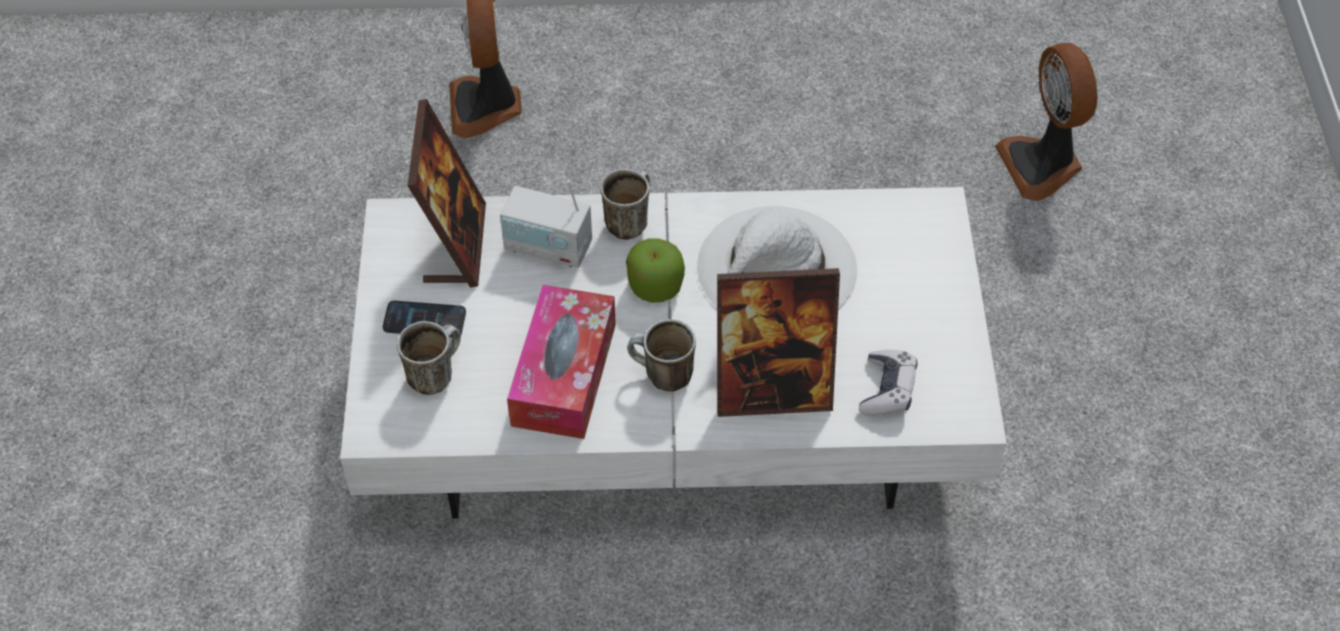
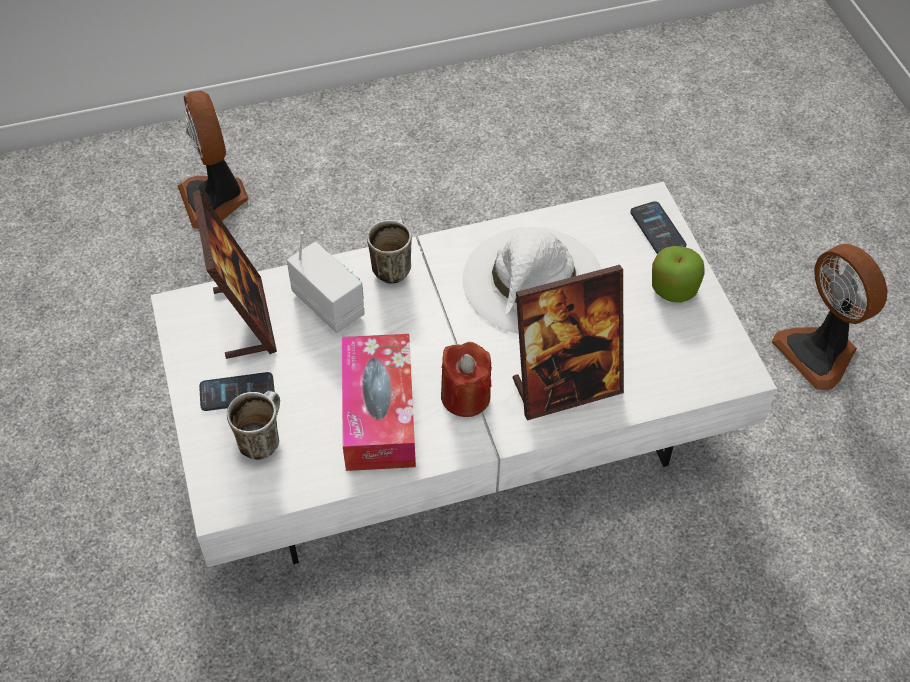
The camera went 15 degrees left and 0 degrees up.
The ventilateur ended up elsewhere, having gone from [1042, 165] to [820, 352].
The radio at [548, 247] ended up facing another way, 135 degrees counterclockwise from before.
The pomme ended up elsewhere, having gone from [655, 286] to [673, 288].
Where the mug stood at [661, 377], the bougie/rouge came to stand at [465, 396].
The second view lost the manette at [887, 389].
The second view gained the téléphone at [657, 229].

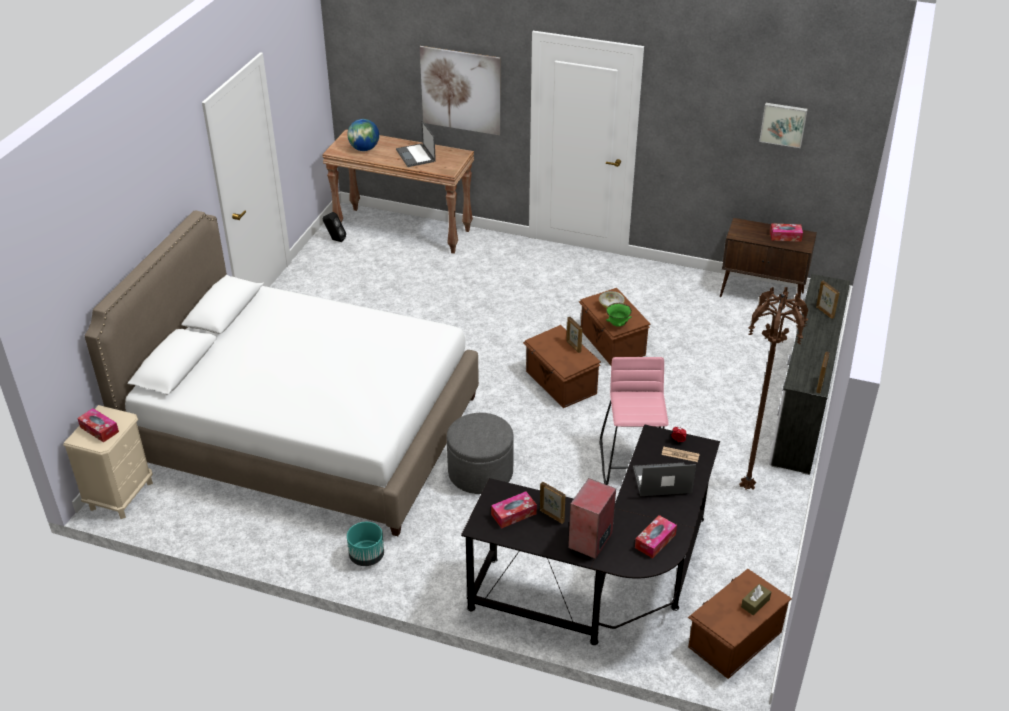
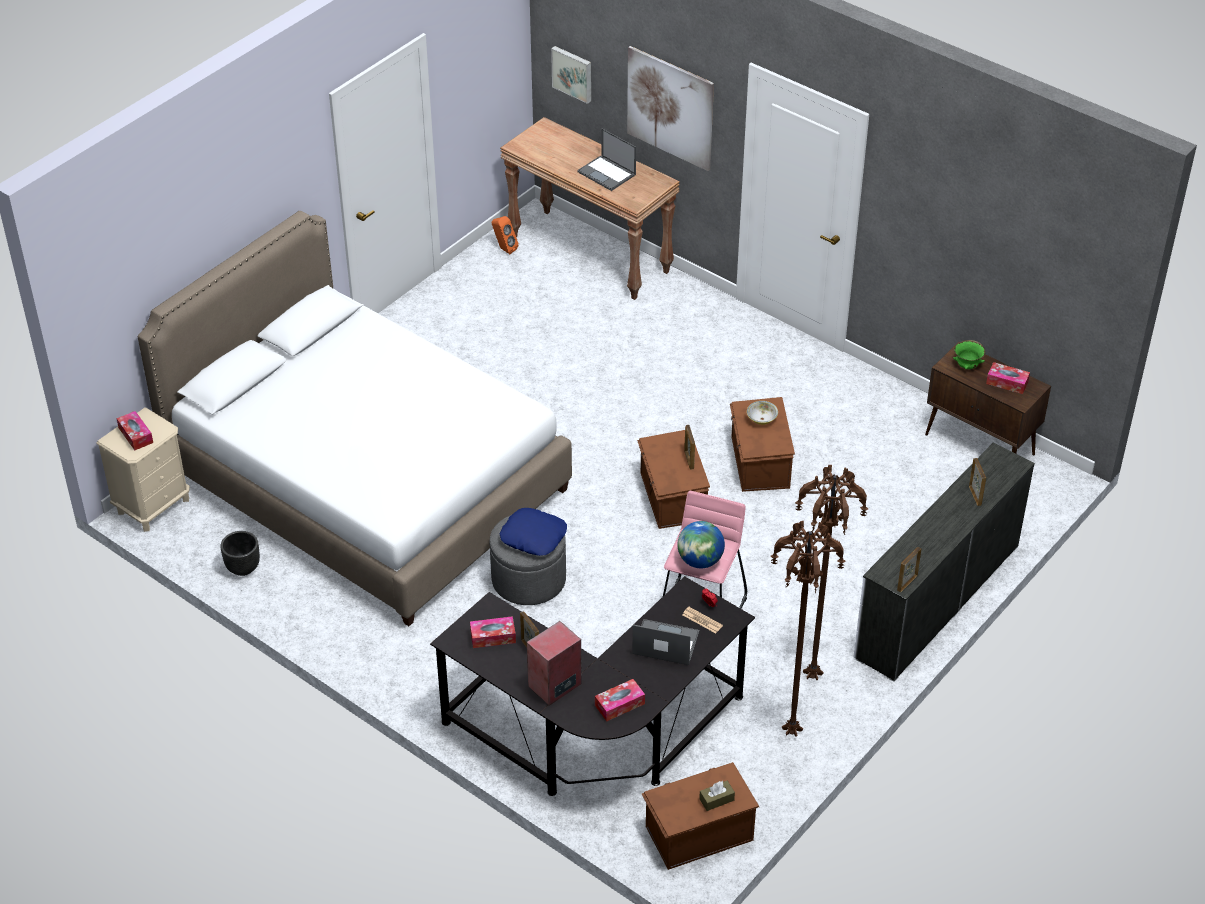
The camera went 20 degrees right and 5 degrees up.
The tableau ended up elsewhere, having gone from [783, 124] to [573, 73].
The globe ended up elsewhere, having gone from [364, 149] to [700, 561].
The ordinateur portable at [416, 156] ended up facing another way, 45 degrees counterclockwise from before.
What was the enceinte/noir at [335, 240] turned into the enceinte/orange at [504, 249].
The bol/vert ended up elsewhere, having gone from [618, 324] to [967, 366].
The second view lost the cache-pot/turquoise at [366, 556].
The second view gained the coussin/bleu at [533, 536].
The second view gained the lampadaire/marron at [789, 732].
The second view gained the cache-pot/noir at [242, 568].

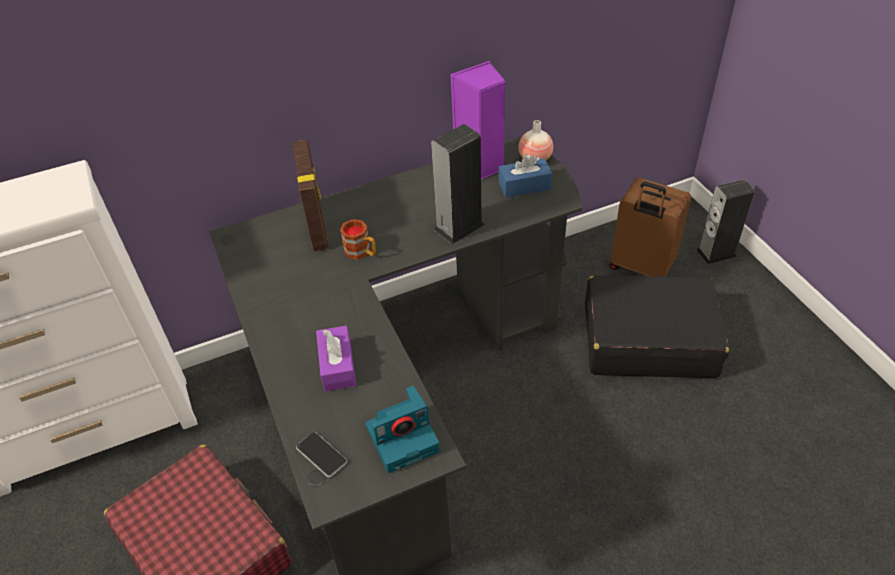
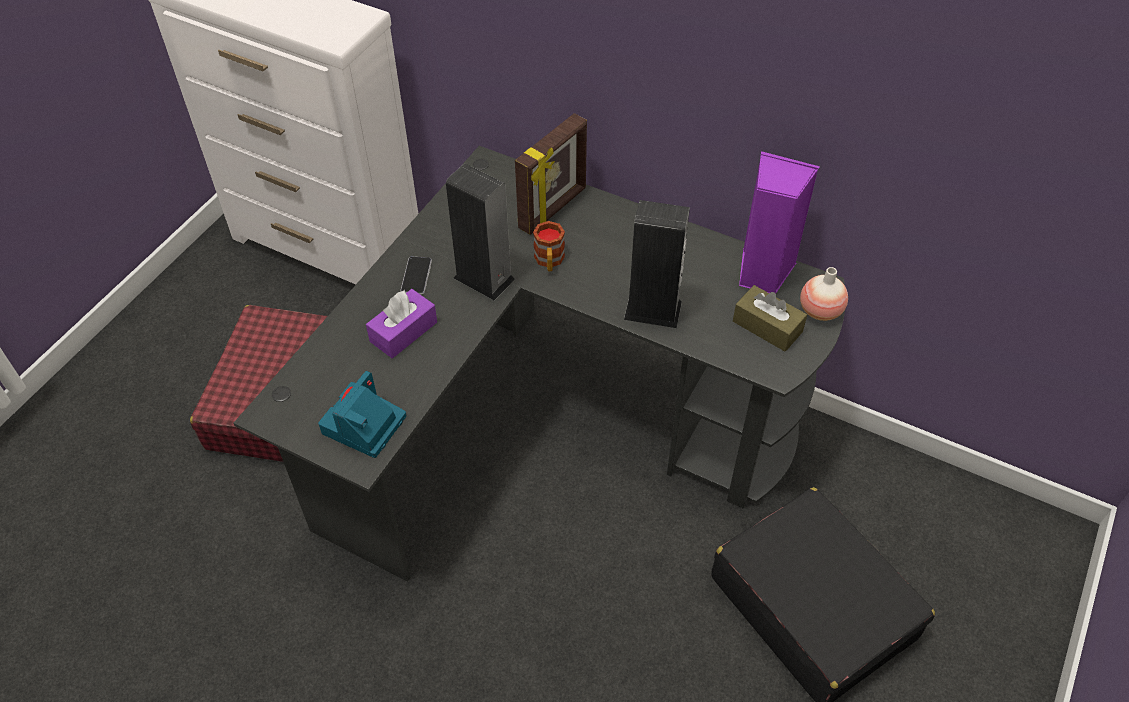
The camera went 50 degrees right and 5 degrees up.
What was the boîte à mouchoirs/bleu at [524, 186] turned into the boîte à mouchoirs/marron at [767, 326].
The second view lost the valise/marron at [640, 267].
The enceinte ended up elsewhere, having gone from [716, 253] to [484, 278].
The appareil photo at [403, 437] ended up facing another way, 90 degrees clockwise from before.
The téléphone ended up elsewhere, having gone from [321, 454] to [416, 276].

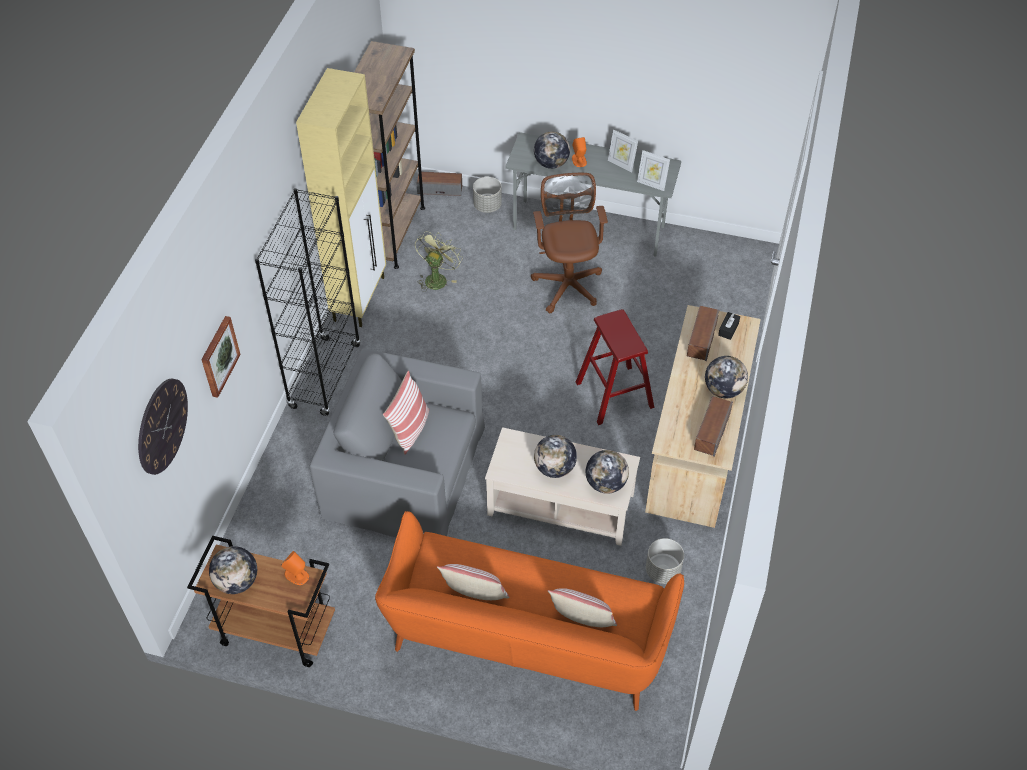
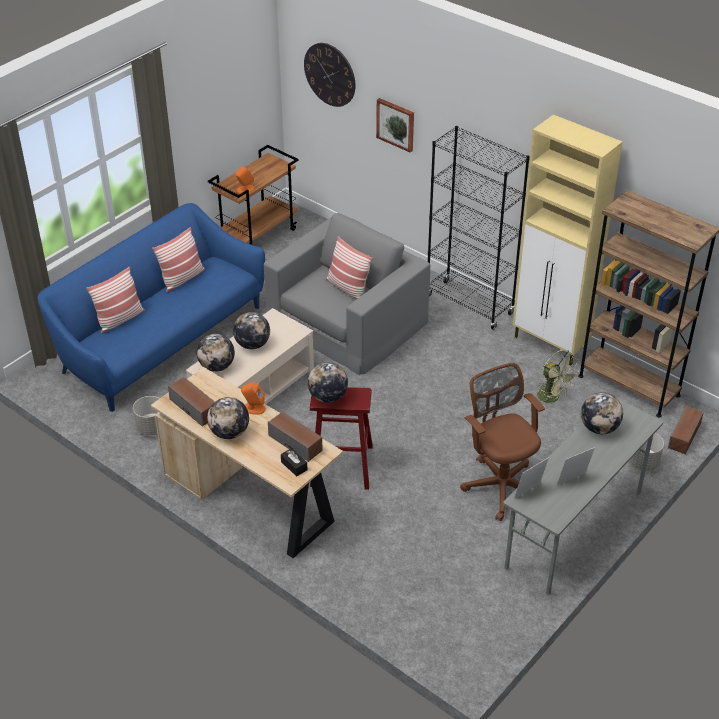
The camera went 115 degrees right and 10 degrees down.
The enceinte/orange ended up elsewhere, having gone from [579, 160] to [254, 408].
The chaise de bureau/marron at [567, 283] ended up facing another way, 135 degrees counterclockwise from before.
What was the canapé/orange at [526, 638] turned into the canapé/bleu at [160, 339].
The globe ended up elsewhere, having gone from [237, 582] to [328, 397].

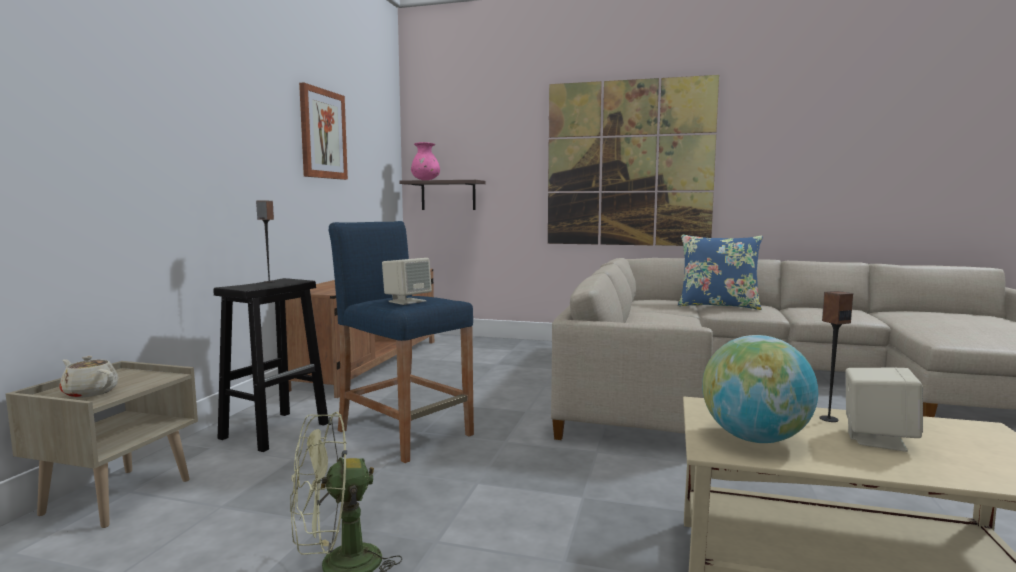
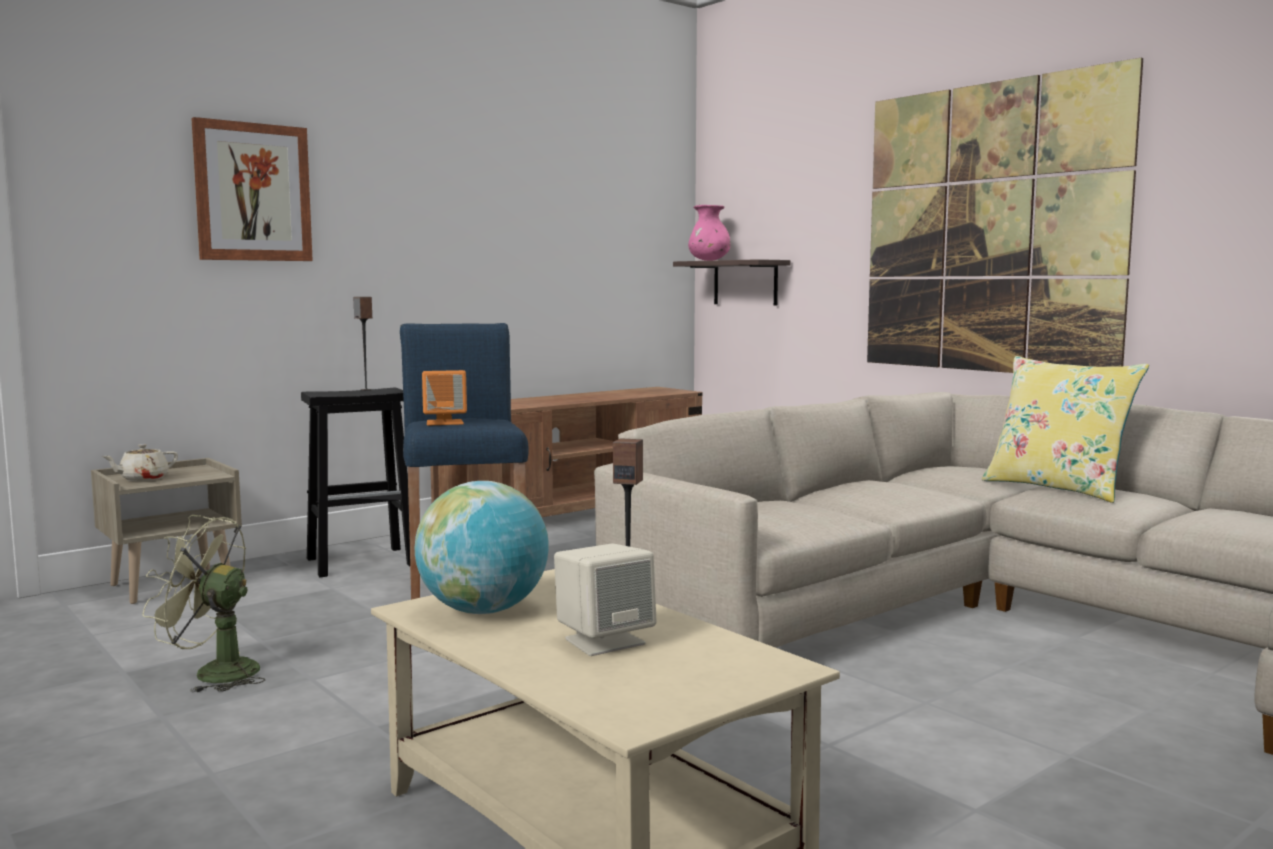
The camera went 35 degrees right and 0 degrees up.
The tableau ended up elsewhere, having gone from [322, 134] to [253, 192].
What was the coussin/bleu at [718, 305] turned into the coussin/jaune at [1057, 488].
What was the enceinte/beige at [407, 301] turned into the enceinte/orange at [445, 422].
The théière/beige at [90, 392] ended up facing another way, 105 degrees counterclockwise from before.

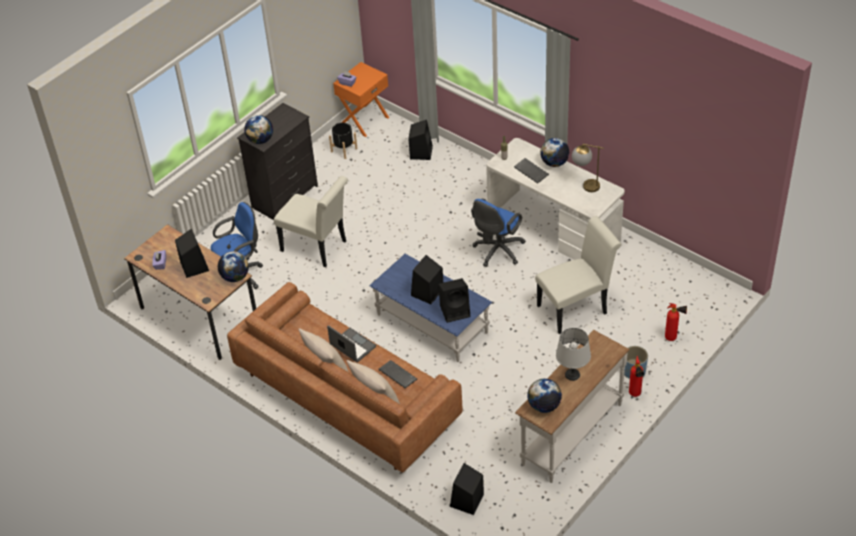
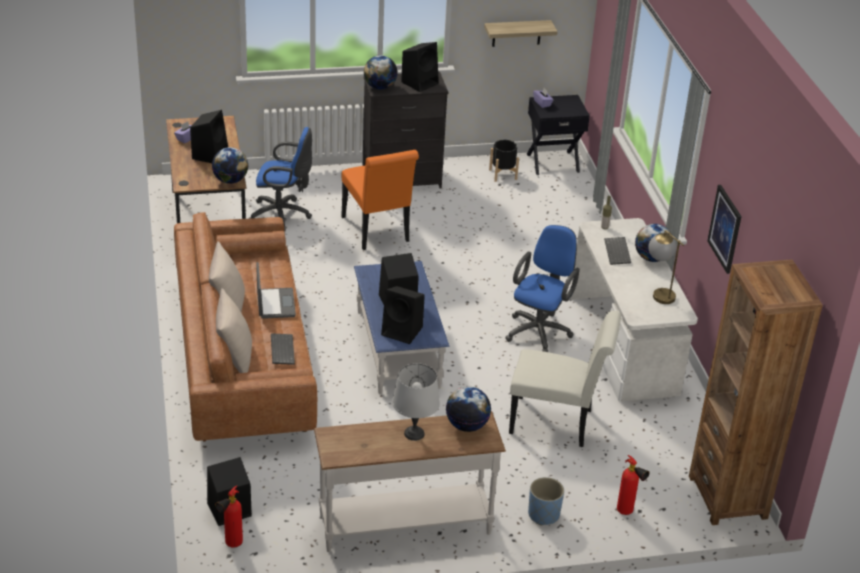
The camera went 35 degrees right and 10 degrees down.
What was the table de chevet/orange at [364, 120] turned into the table de chevet/noir at [552, 162].
The enceinte/noir ended up elsewhere, having gone from [421, 152] to [420, 82].
What was the chaise/blanc at [317, 247] turned into the chaise/orange at [377, 232].
The chaise de bureau/bleu at [497, 252] ended up facing another way, 135 degrees clockwise from before.
The extincteur ended up elsewhere, having gone from [635, 395] to [231, 545].
The globe ended up elsewhere, having gone from [544, 406] to [467, 425].
The second view gained the étagère at [516, 33].
The second view gained the tableau at [725, 228].
The second view gained the bibliothèque/marron at [728, 497].

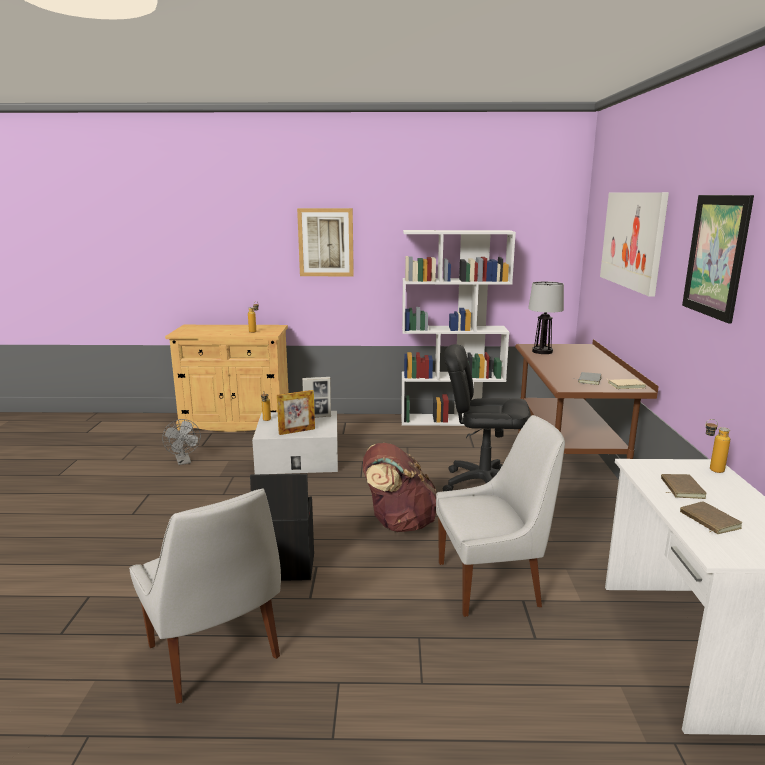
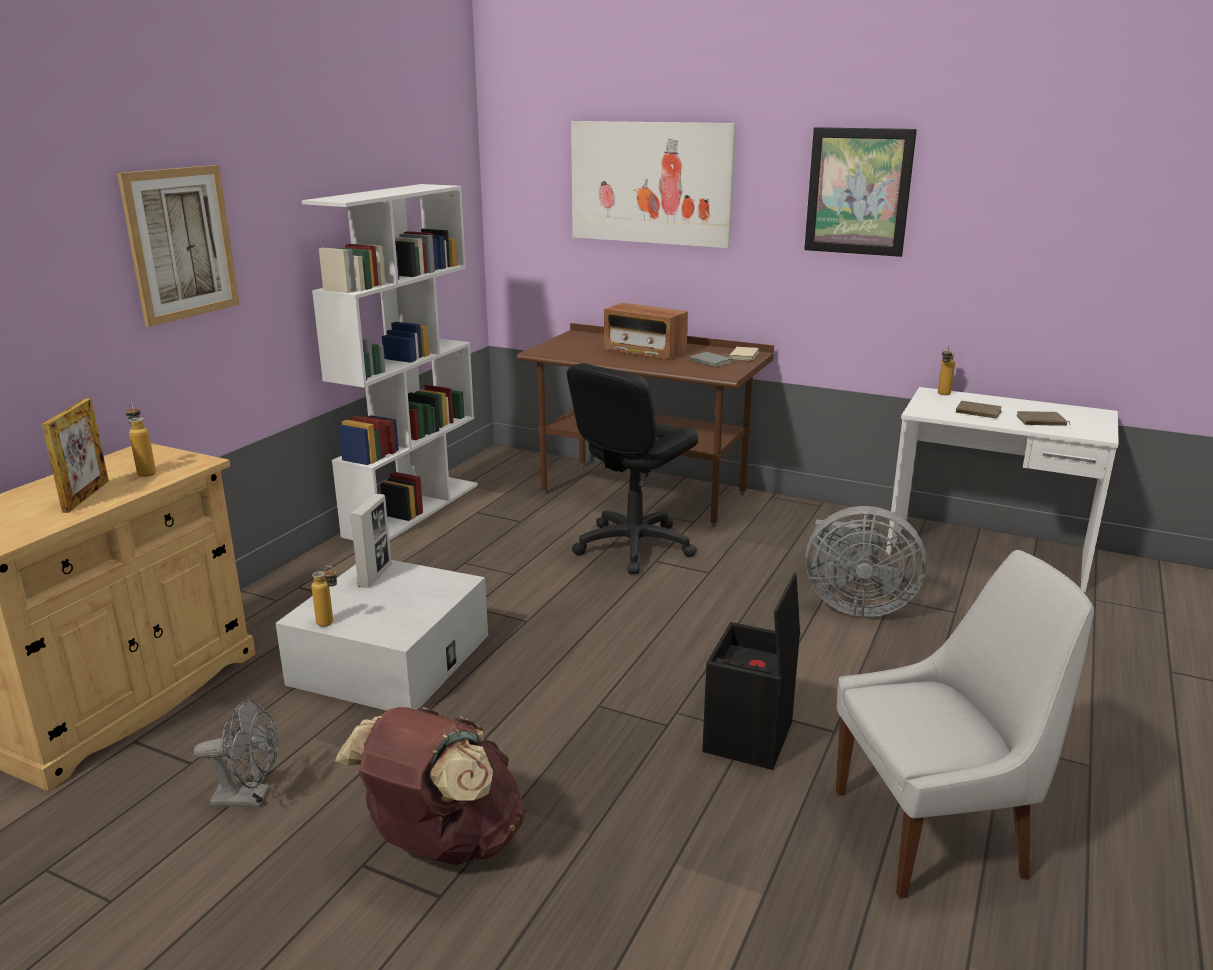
The camera went 65 degrees left and 5 degrees up.
The second view lost the lampe de table at [542, 351].
The cadre photo ended up elsewhere, having gone from [297, 431] to [86, 496].
Where the chaise/blanc stood at [492, 583], the ventilateur/gris came to stand at [854, 605].
The sac à dos/marron ended up elsewhere, having gone from [398, 523] to [442, 844].
The second view gained the radio at [644, 351].

